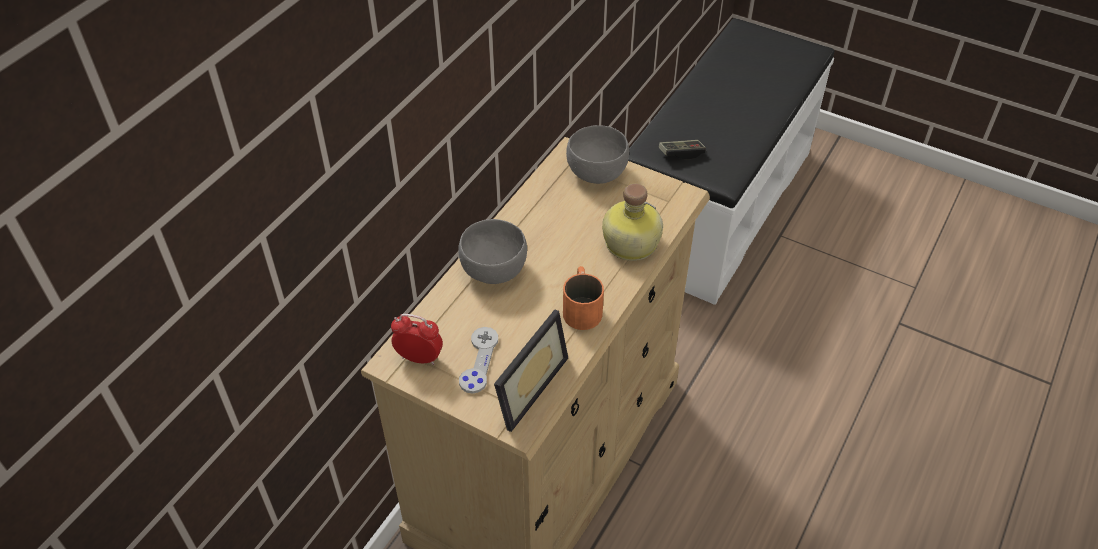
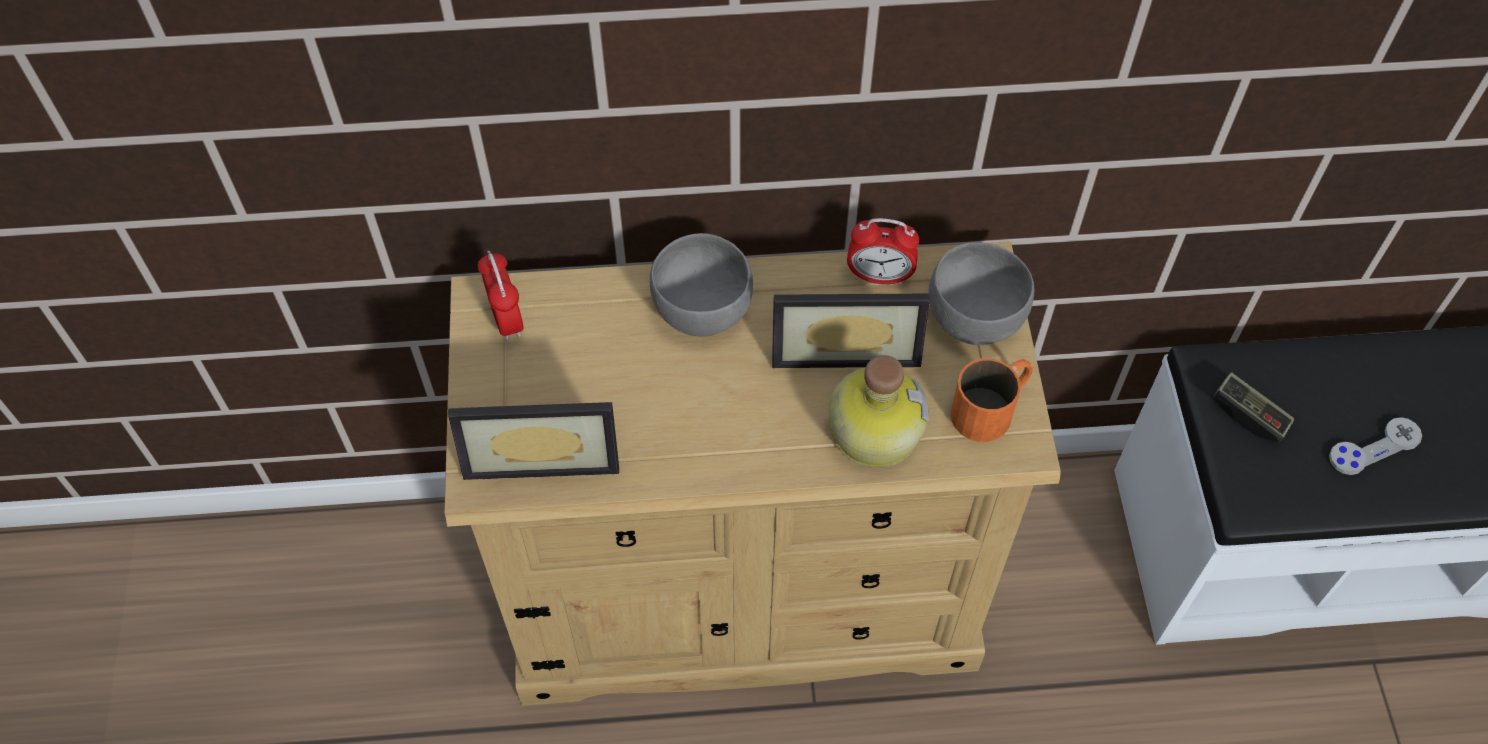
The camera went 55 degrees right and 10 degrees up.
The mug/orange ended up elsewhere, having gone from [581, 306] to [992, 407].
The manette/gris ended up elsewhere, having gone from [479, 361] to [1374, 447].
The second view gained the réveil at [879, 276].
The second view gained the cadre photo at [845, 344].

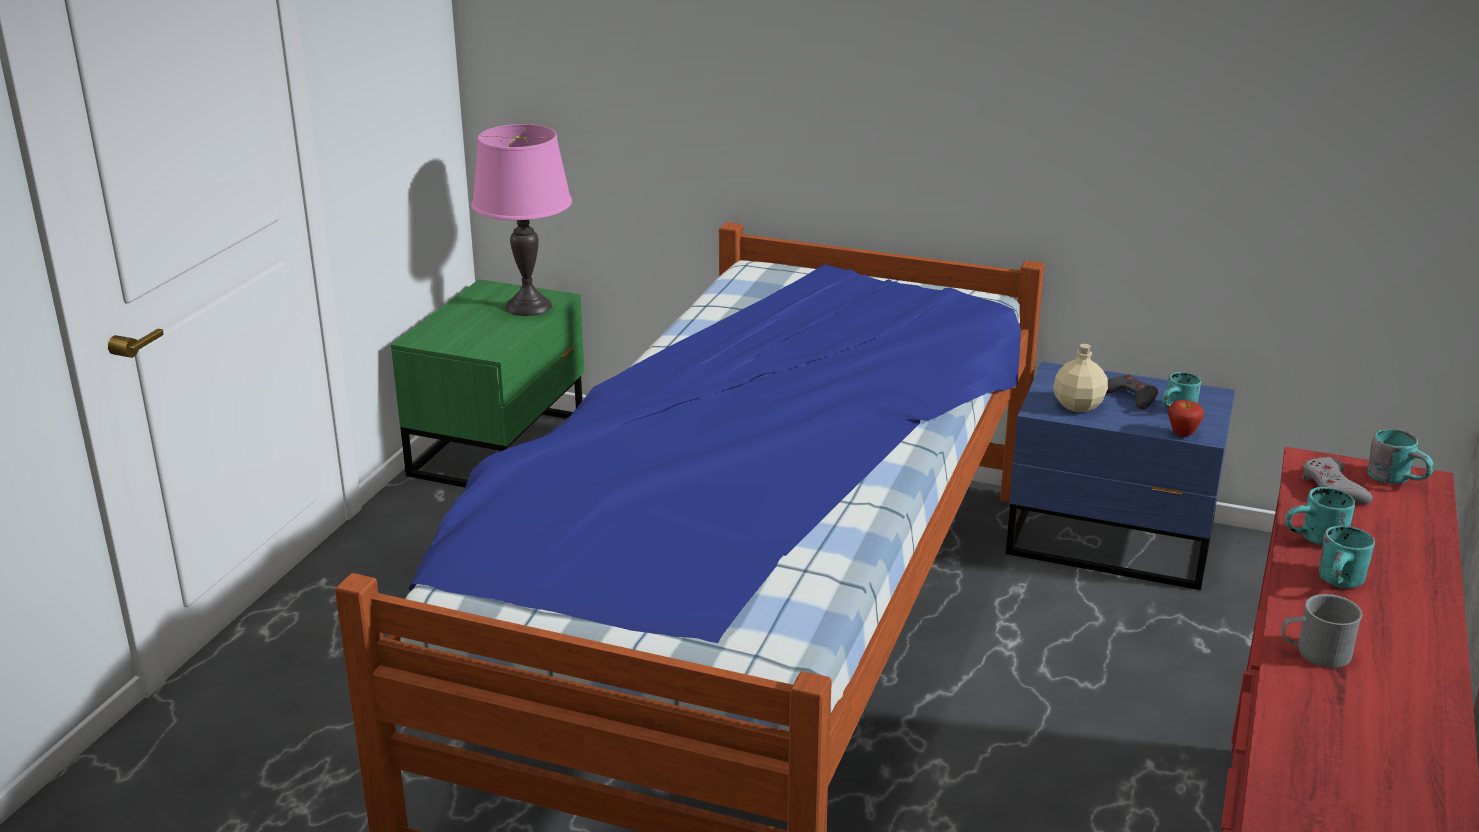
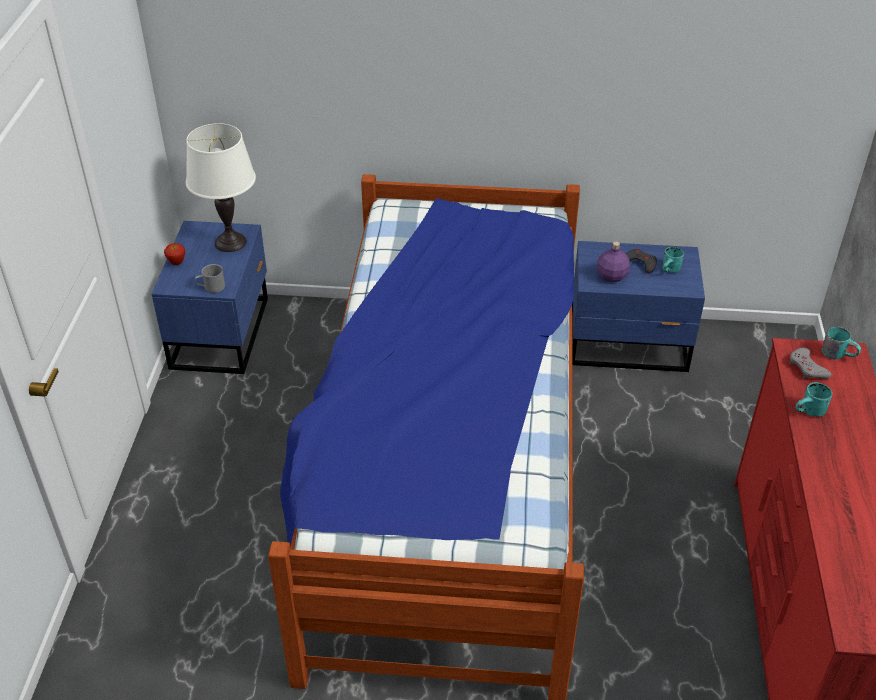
The camera went 15 degrees left and 15 degrees up.
What was the lampe de table/rose at [528, 306] turned into the lampe de table/blanc at [230, 242].
What was the table de chevet/vert at [502, 446] turned into the table de chevet/bleu at [223, 332].
What was the bouteille/beige at [1078, 406] turned into the bouteille/violet at [612, 276].
The pomme ended up elsewhere, having gone from [1182, 435] to [177, 263].
The second view lost the mug/turquoise at [1342, 584].
The mug/gris ended up elsewhere, having gone from [1314, 653] to [211, 287].

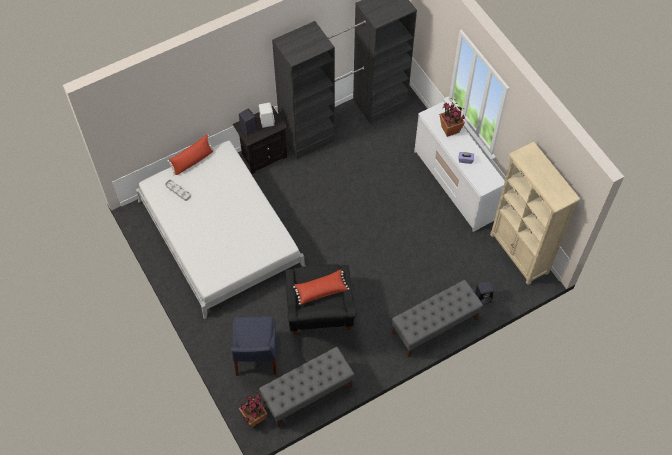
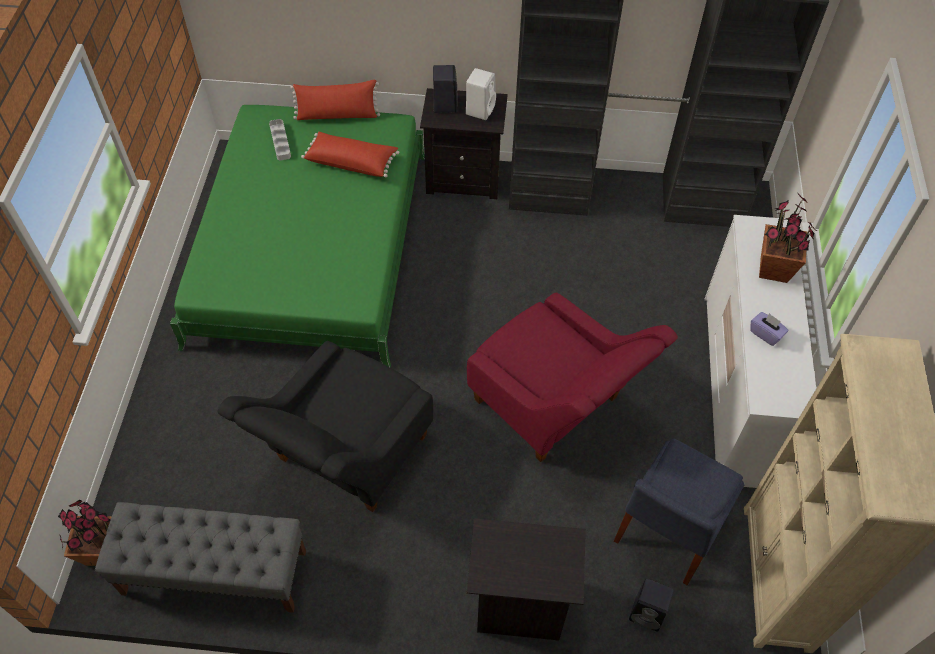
The camera went 35 degrees right and 5 degrees down.
What was the lit/blanc at [220, 233] turned into the lit/vert at [311, 247].
The coussin/rouge ended up elsewhere, having gone from [321, 290] to [351, 161].
Where the banc/gris stood at [434, 326], the table de chevet/noir came to stand at [519, 605].
The chaise/bleu ended up elsewhere, having gone from [255, 356] to [667, 531].
The second view gained the fauteuil/rouge at [555, 408].

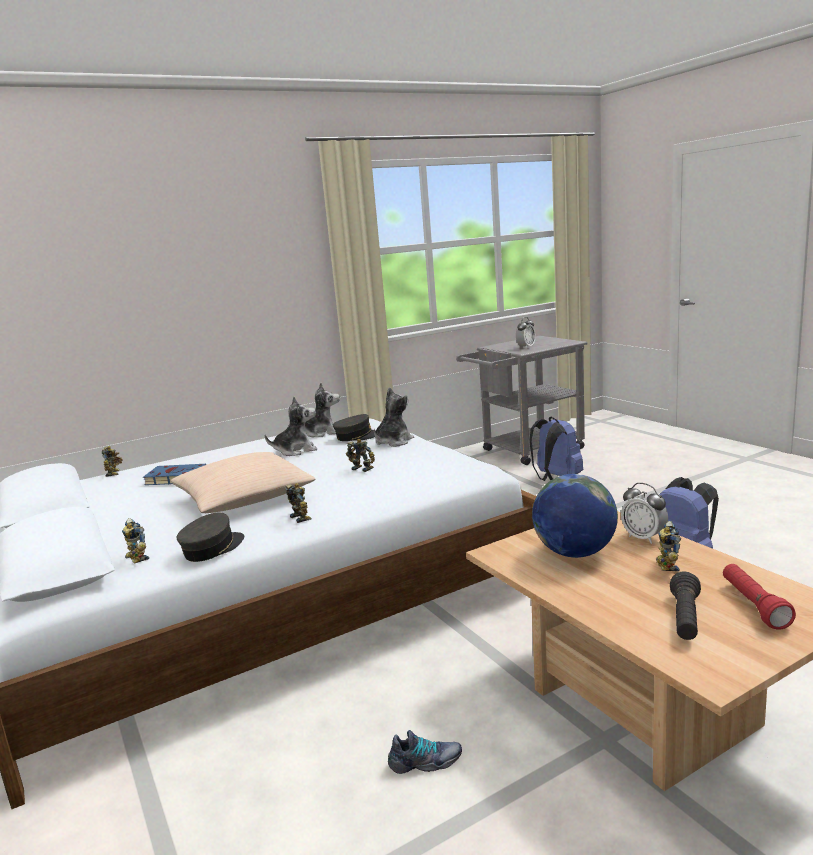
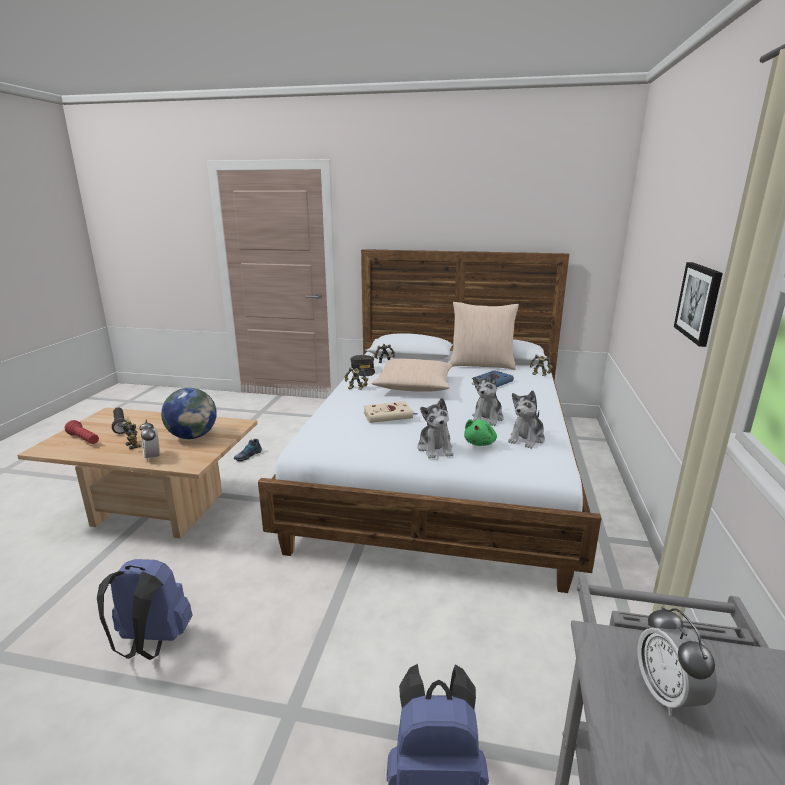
The camera went 130 degrees right and 5 degrees up.
Where the casquette/gris stood at [357, 436], the peluche/vert came to stand at [480, 443].
Where the robot jouet stood at [363, 468], the livre/beige came to stand at [389, 415].
The réveil at [644, 537] ended up facing another way, 120 degrees counterclockwise from before.
The second view gained the tableau at [699, 302].
The second view gained the coussin/beige at [481, 364].

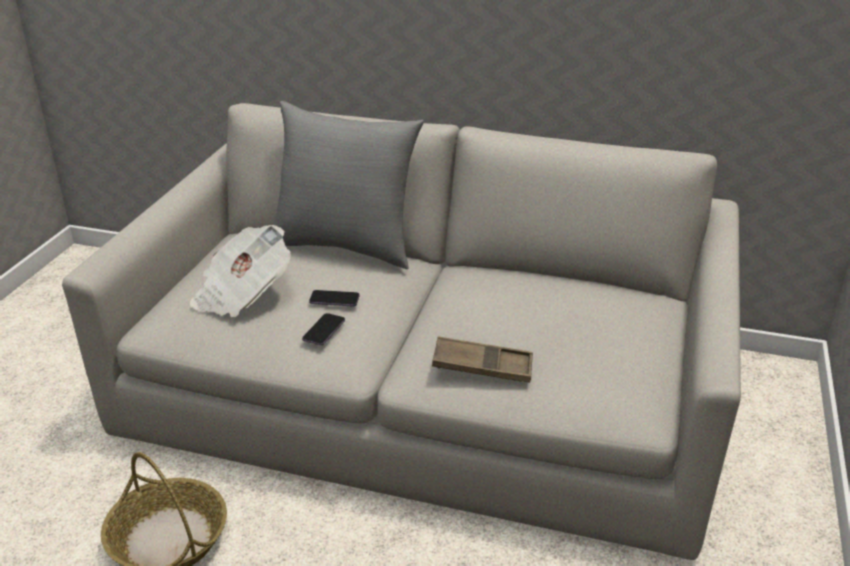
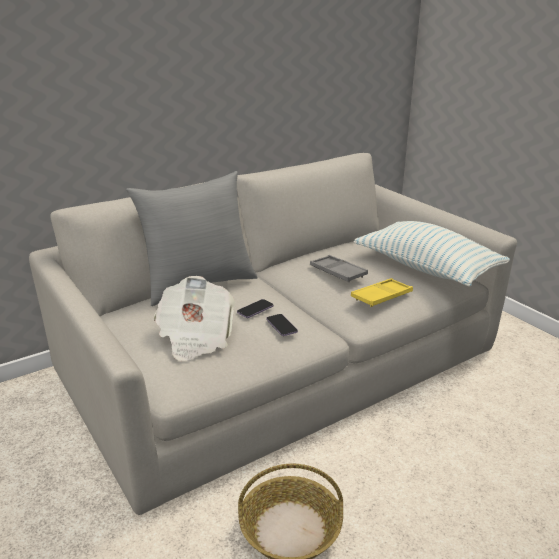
The camera went 50 degrees left and 5 degrees down.
What was the plateau/marron at [482, 366] turned into the plateau/jaune at [381, 296].
The second view gained the coussin at [427, 268].
The second view gained the plateau/gris at [337, 272].

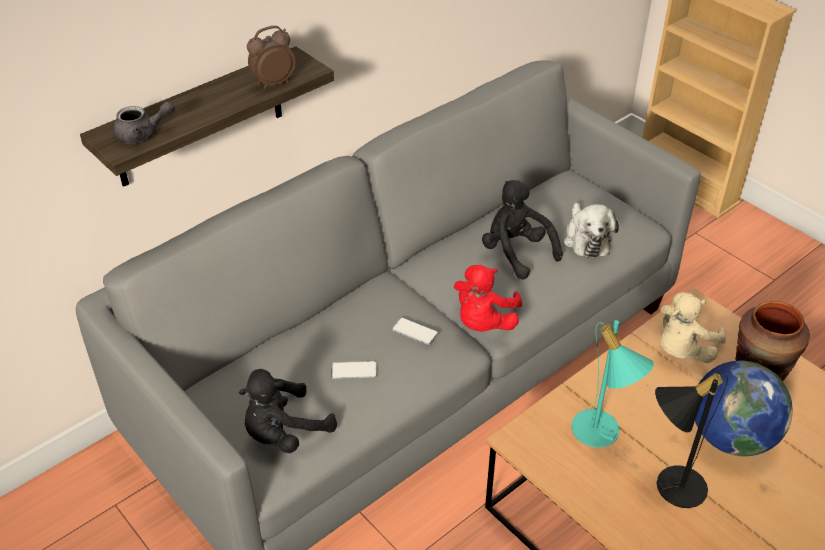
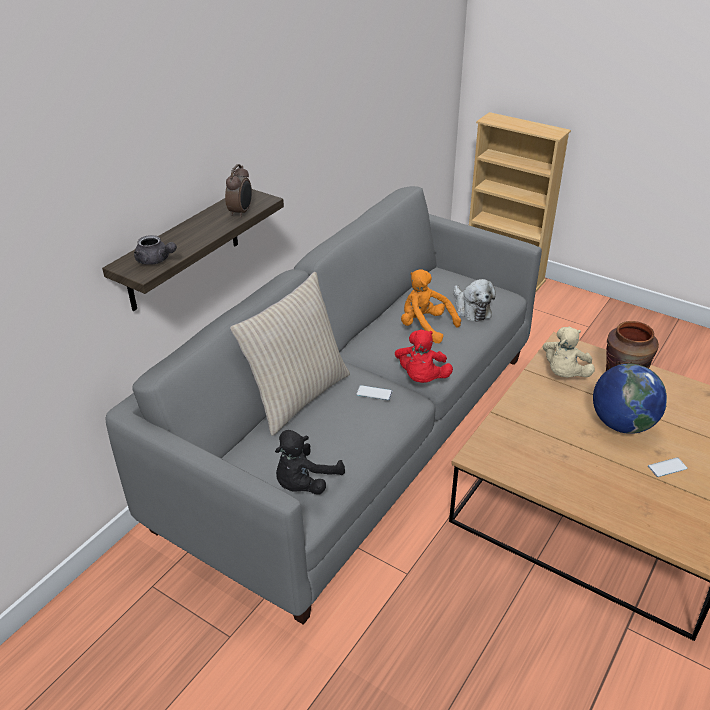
The camera went 15 degrees left and 5 degrees down.
The réveil at [273, 83] ended up facing another way, 150 degrees clockwise from before.
The théière/gris at [143, 134] ended up facing another way, 60 degrees clockwise from before.
What was the peluche/noir at [516, 252] turned into the peluche/orange at [425, 326].
The second view lost the lampe de table/turquoise at [601, 435].
The téléphone ended up elsewhere, having gone from [353, 370] to [667, 467].
The second view lost the lampe de table/noir at [671, 484].
The second view gained the coussin/beige at [297, 395].

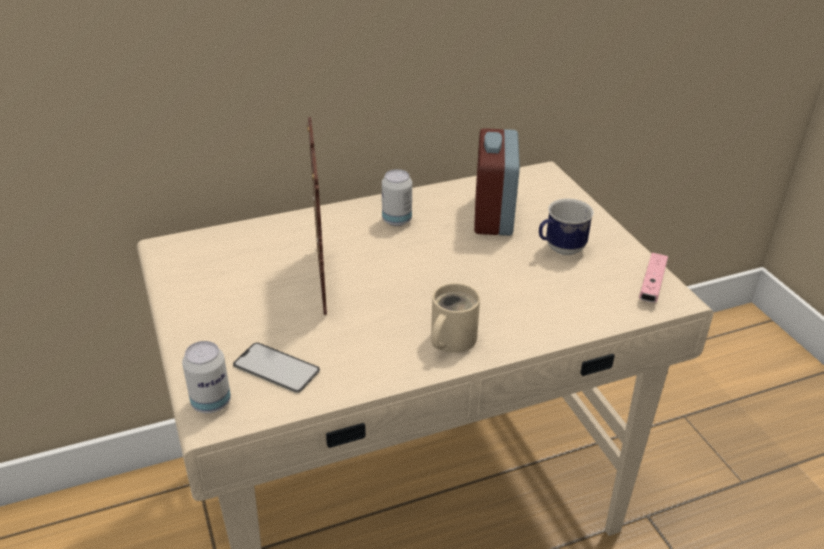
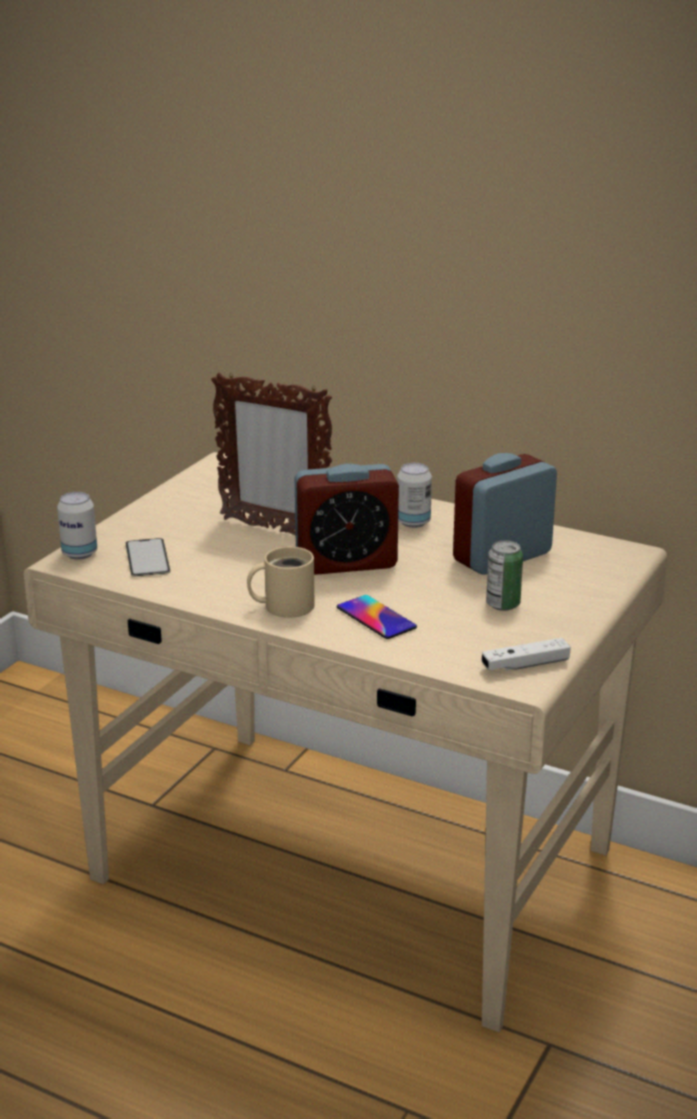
The camera went 50 degrees right and 10 degrees down.
The cadre photo at [320, 281] ended up facing another way, 75 degrees clockwise from before.
Where the mug stood at [559, 250], the boîte métallique came to stand at [503, 604].
What was the manette/rose at [652, 285] turned into the manette/blanc at [525, 665].
The second view gained the réveil at [346, 562].
The second view gained the téléphone at [376, 618].

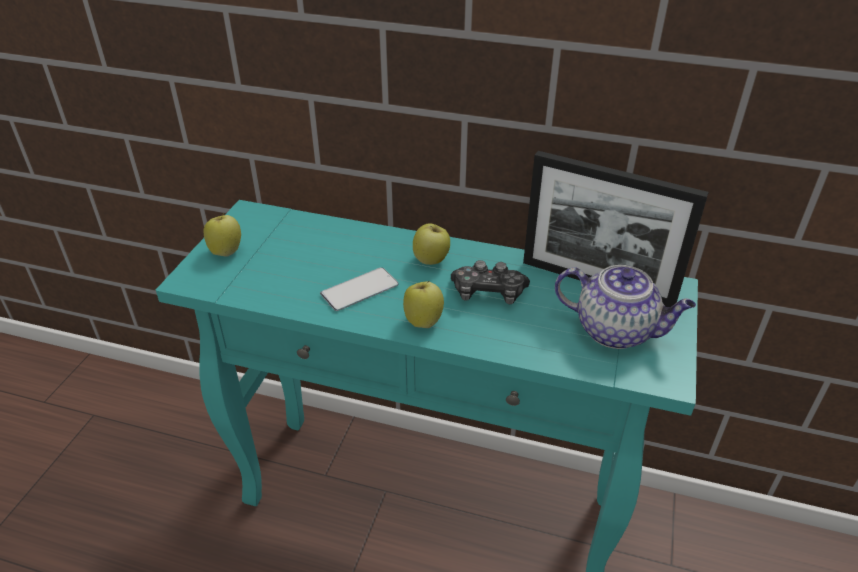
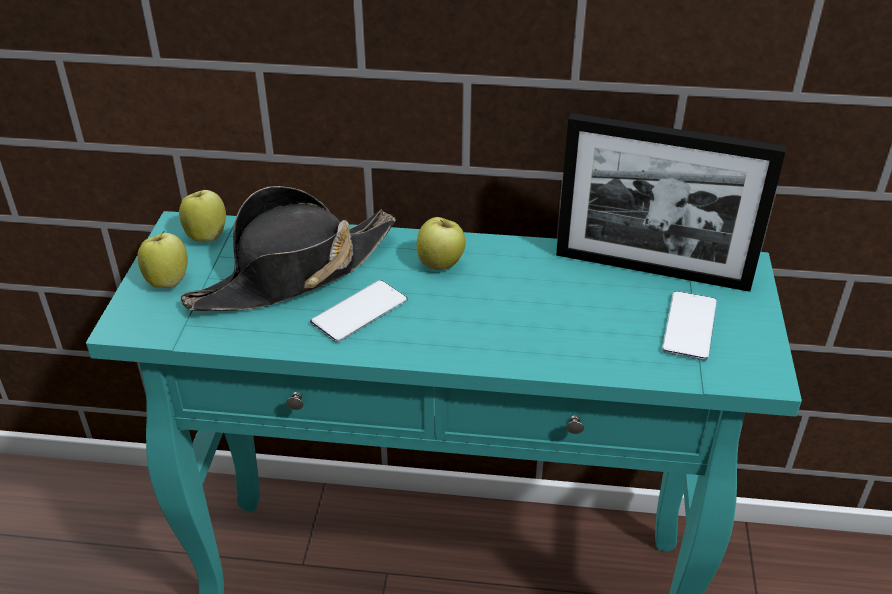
The camera went 10 degrees left and 0 degrees up.
The second view lost the manette at [488, 293].
Where the théière stood at [616, 331], the téléphone came to stand at [689, 326].
The pomme ended up elsewhere, having gone from [423, 321] to [206, 236].
The second view gained the chapeau/noir at [293, 273].

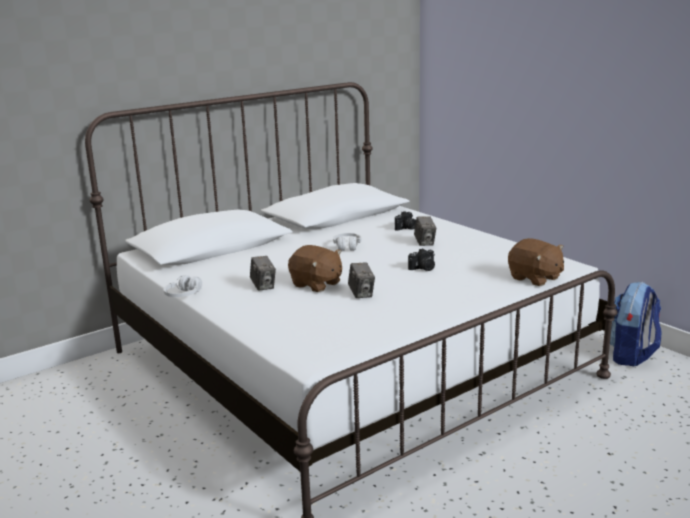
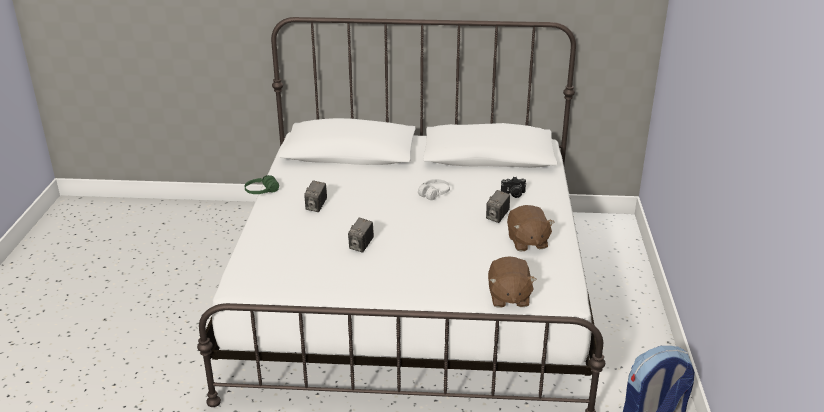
The camera went 40 degrees right and 10 degrees up.
The peluche/marron ended up elsewhere, having gone from [316, 284] to [527, 242].
The second view lost the appareil photo at [423, 268].
What was the casque audio/blanc at [183, 295] turned into the casque audio/vert at [261, 191].

